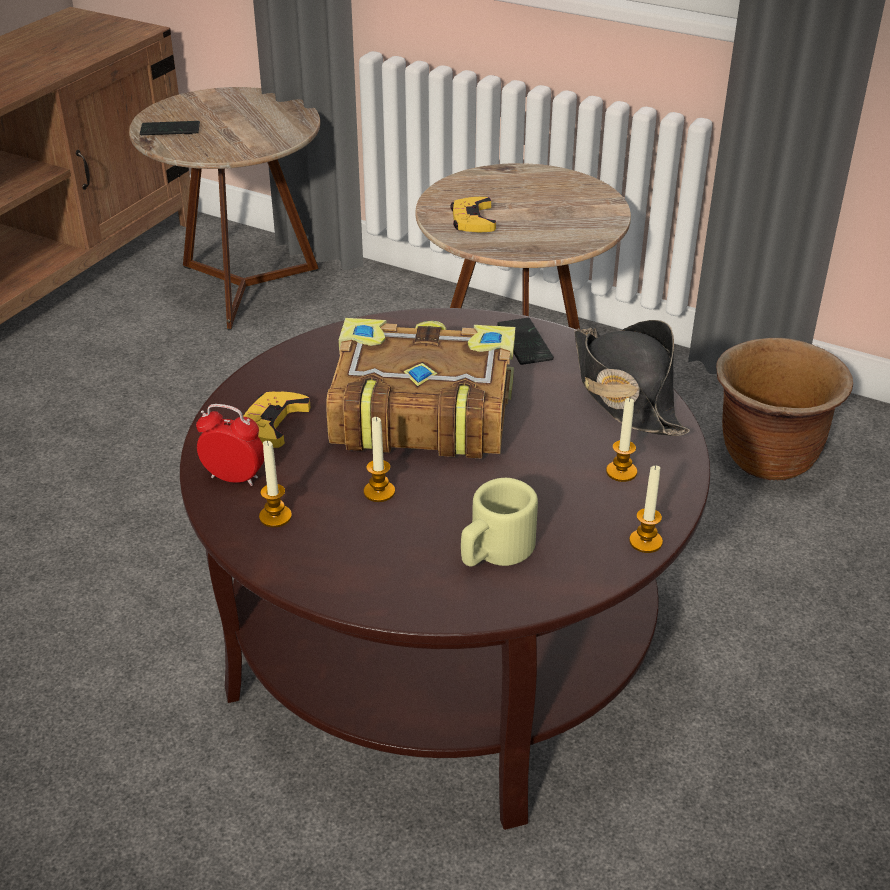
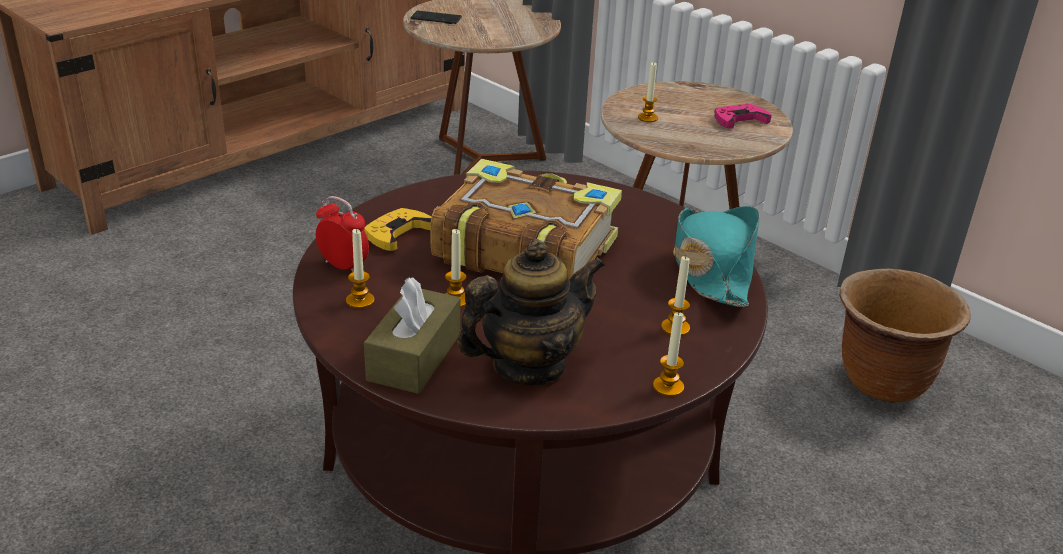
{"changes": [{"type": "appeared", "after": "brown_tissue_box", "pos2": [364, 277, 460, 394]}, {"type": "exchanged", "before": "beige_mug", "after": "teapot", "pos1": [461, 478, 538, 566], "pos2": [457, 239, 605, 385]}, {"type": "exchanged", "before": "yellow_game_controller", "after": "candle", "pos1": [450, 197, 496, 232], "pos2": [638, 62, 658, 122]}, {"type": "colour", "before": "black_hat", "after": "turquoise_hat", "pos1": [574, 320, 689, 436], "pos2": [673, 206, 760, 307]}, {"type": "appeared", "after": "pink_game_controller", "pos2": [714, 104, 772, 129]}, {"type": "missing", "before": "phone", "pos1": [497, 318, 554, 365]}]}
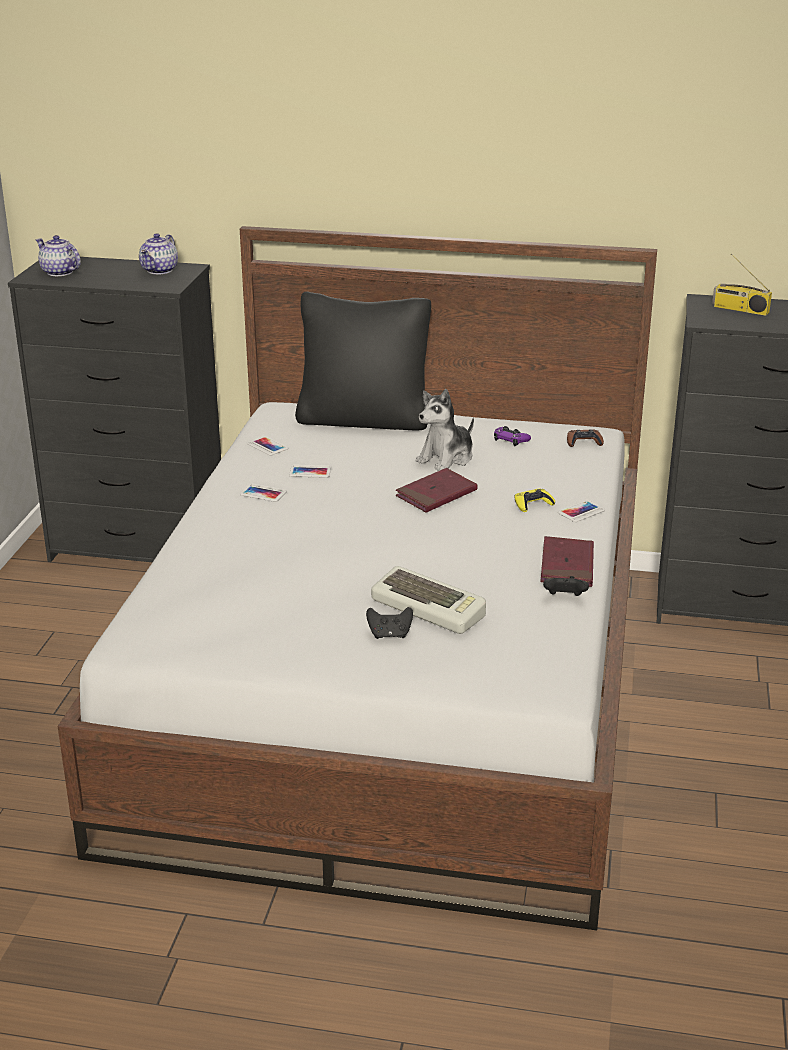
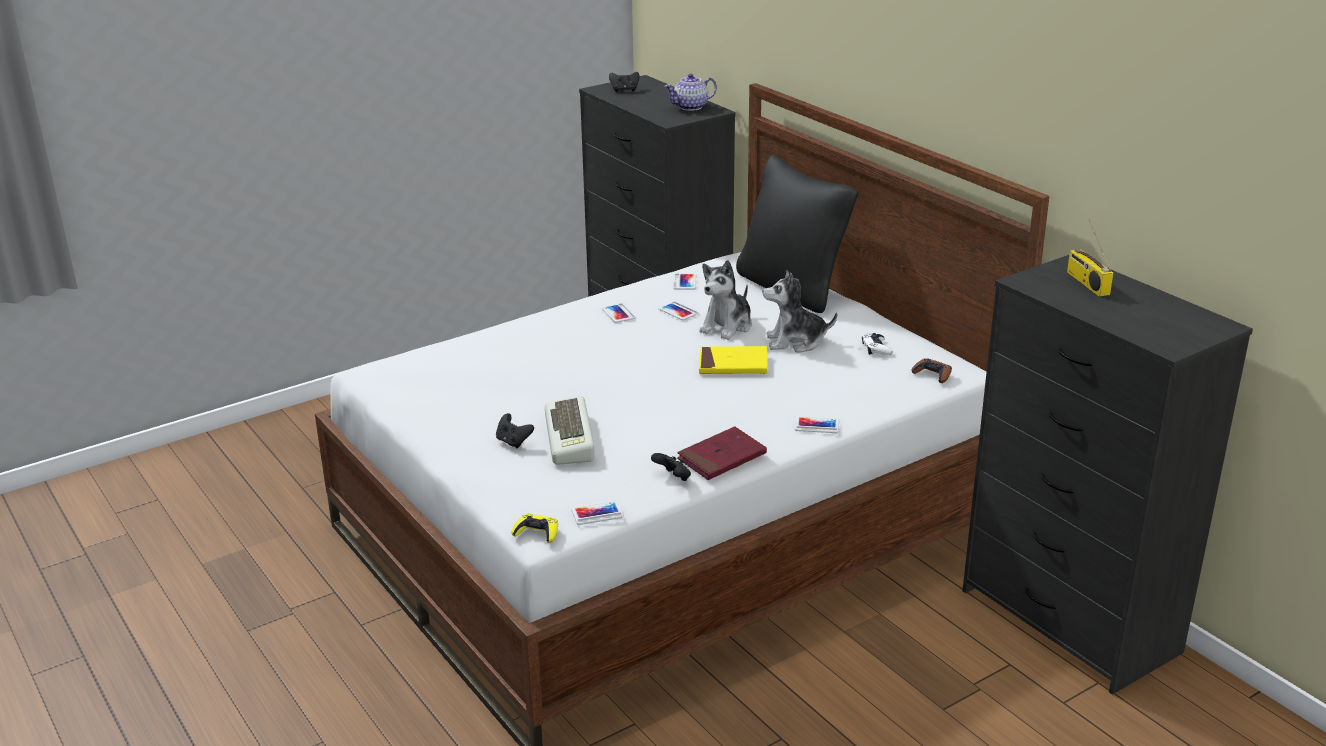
{"changes": [{"type": "relocated", "before": "yellow_game_controller", "pos1": [514, 488, 555, 512], "pos2": [511, 514, 558, 543]}, {"type": "appeared", "after": "phone", "pos2": [571, 501, 624, 525]}, {"type": "exchanged", "before": "teapot", "after": "black_game_controller", "pos1": [35, 235, 81, 276], "pos2": [609, 72, 639, 92]}, {"type": "appeared", "after": "plush_toy", "pos2": [699, 260, 752, 340]}, {"type": "colour", "before": "red_book", "after": "yellow_book", "pos1": [396, 468, 478, 513], "pos2": [699, 346, 767, 374]}, {"type": "colour", "before": "purple_game_controller", "after": "white_game_controller", "pos1": [494, 426, 531, 446], "pos2": [862, 333, 893, 355]}]}
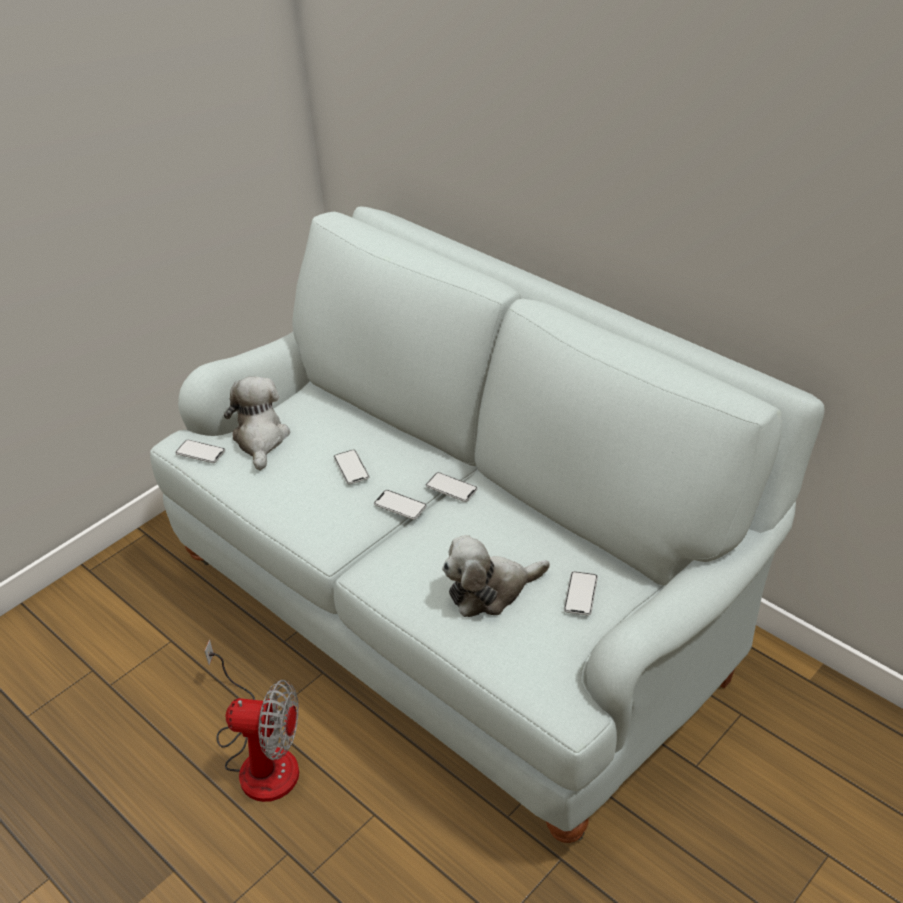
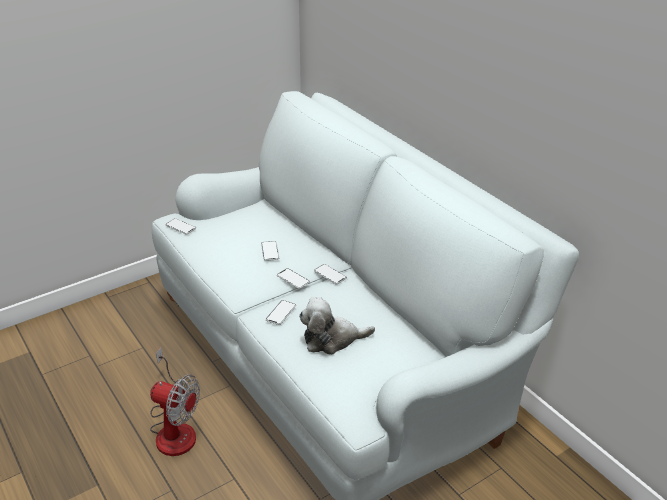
{"changes": [{"type": "relocated", "before": "phone", "pos1": [564, 571, 598, 615], "pos2": [266, 300, 296, 325]}, {"type": "missing", "before": "plush_toy", "pos1": [224, 376, 290, 471]}]}
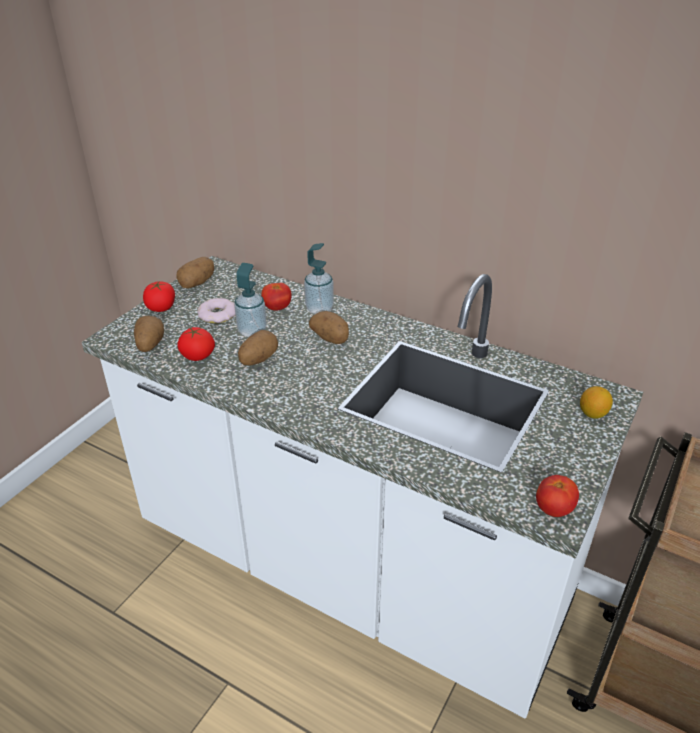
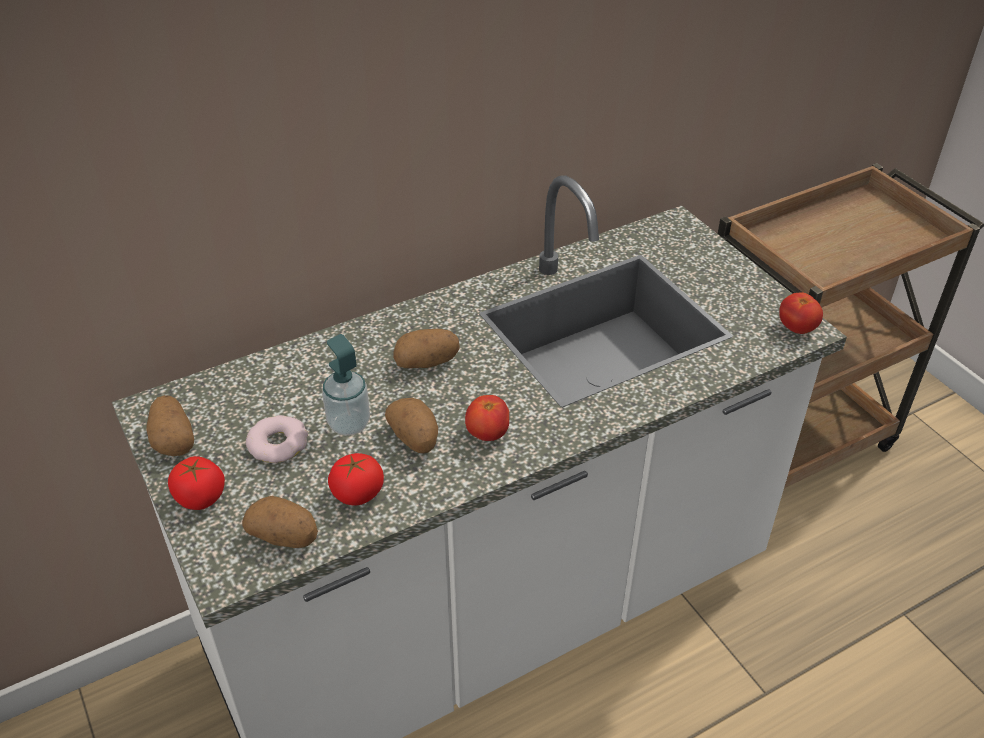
{"changes": [{"type": "relocated", "before": "tomato", "pos1": [261, 283, 292, 311], "pos2": [465, 395, 509, 441]}, {"type": "missing", "before": "soap_dispenser", "pos1": [304, 243, 334, 314]}, {"type": "missing", "before": "lemon", "pos1": [580, 386, 613, 419]}]}
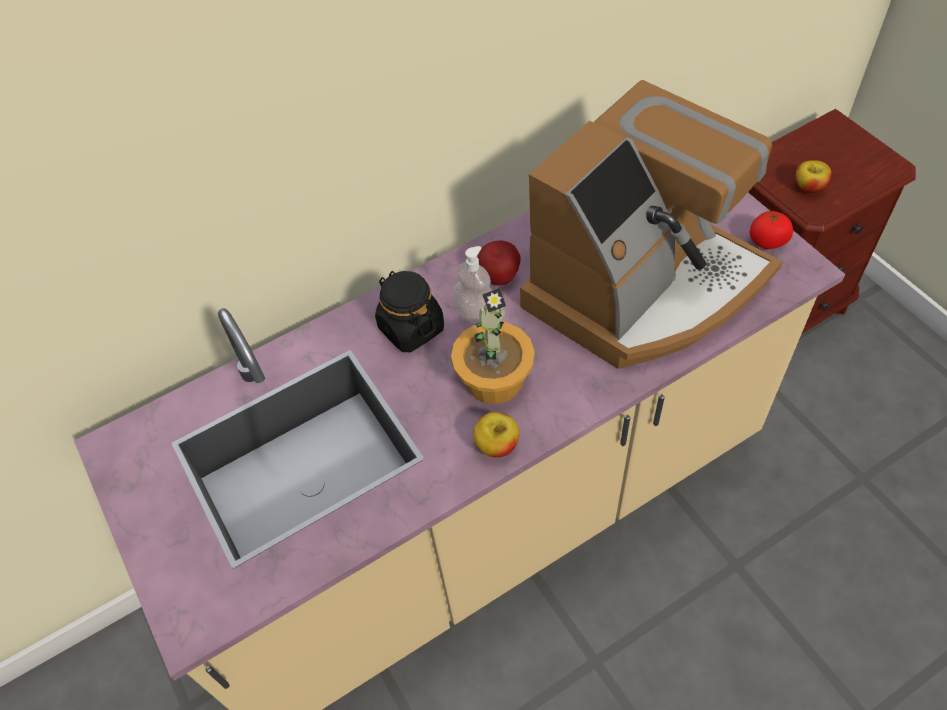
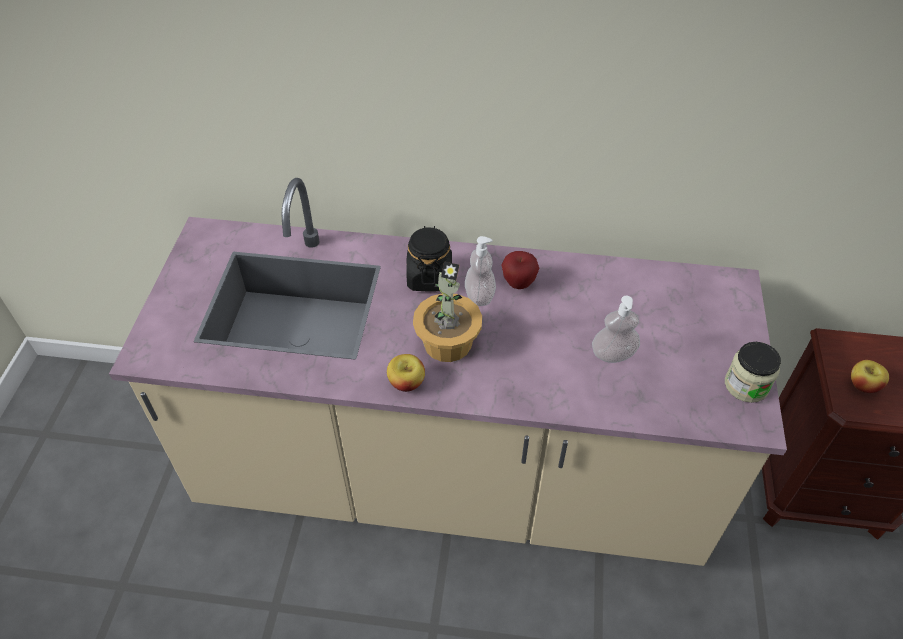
{"changes": [{"type": "exchanged", "before": "coffee_machine", "after": "soap_dispenser", "pos1": [520, 80, 783, 369], "pos2": [592, 296, 640, 363]}, {"type": "exchanged", "before": "tomato", "after": "jar", "pos1": [750, 210, 793, 249], "pos2": [725, 342, 781, 403]}]}
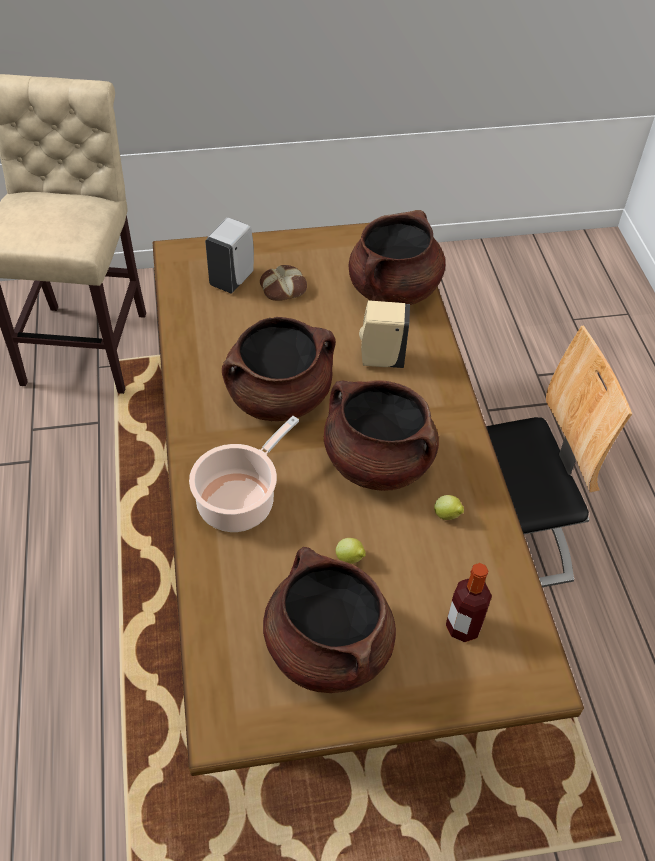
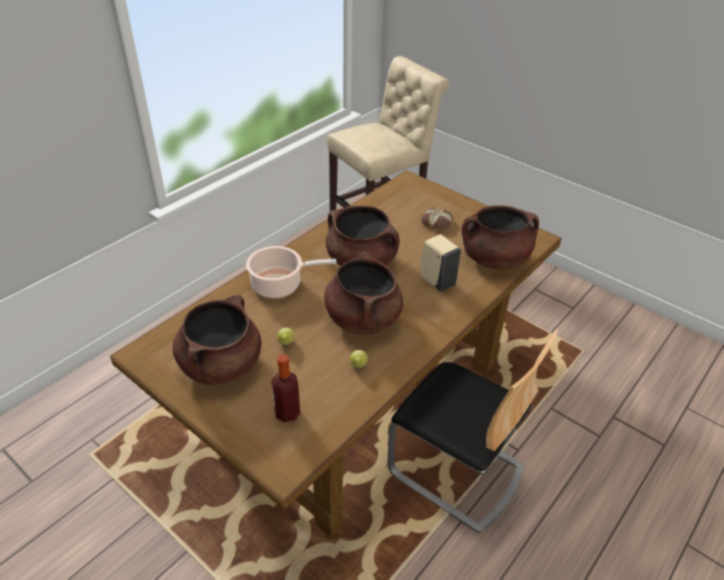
{"changes": [{"type": "missing", "before": "white_soap_dispenser", "pos1": [205, 218, 254, 293]}]}
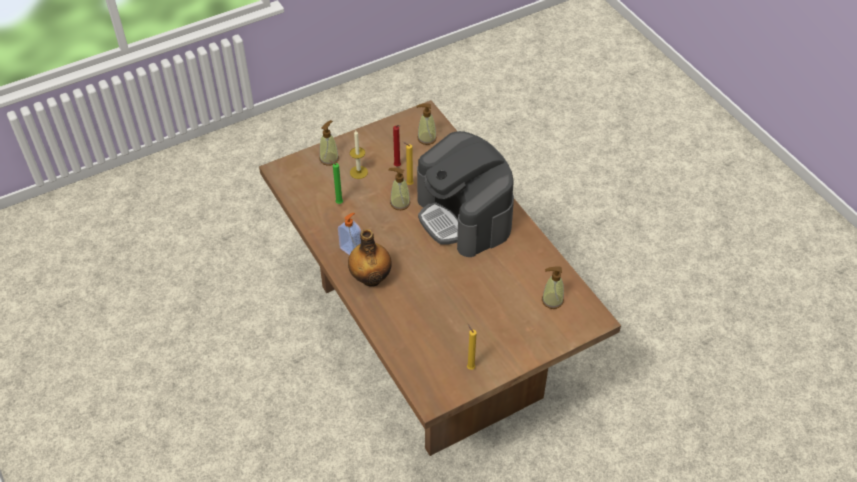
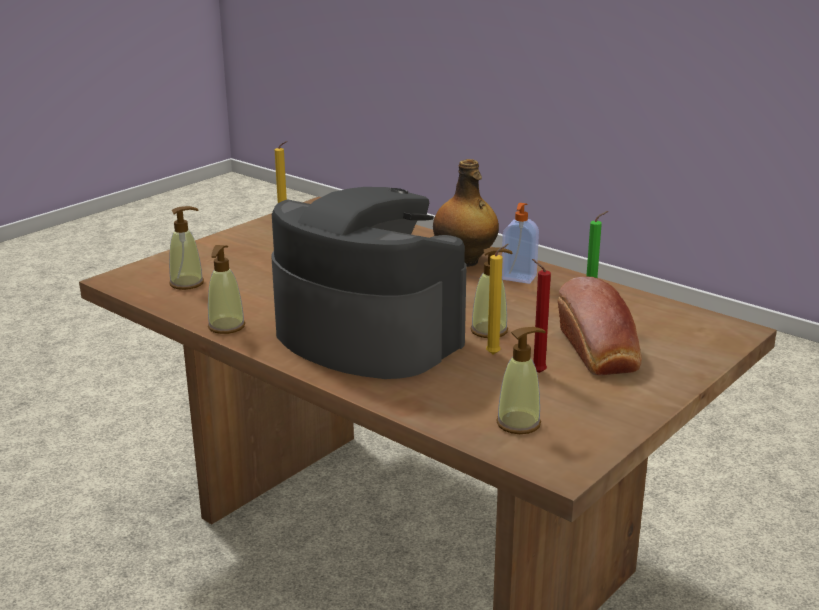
{"changes": [{"type": "relocated", "before": "soap_dispenser", "pos1": [320, 120, 339, 166], "pos2": [208, 245, 245, 334]}, {"type": "exchanged", "before": "candle", "after": "bread", "pos1": [350, 130, 368, 179], "pos2": [558, 277, 642, 376]}]}
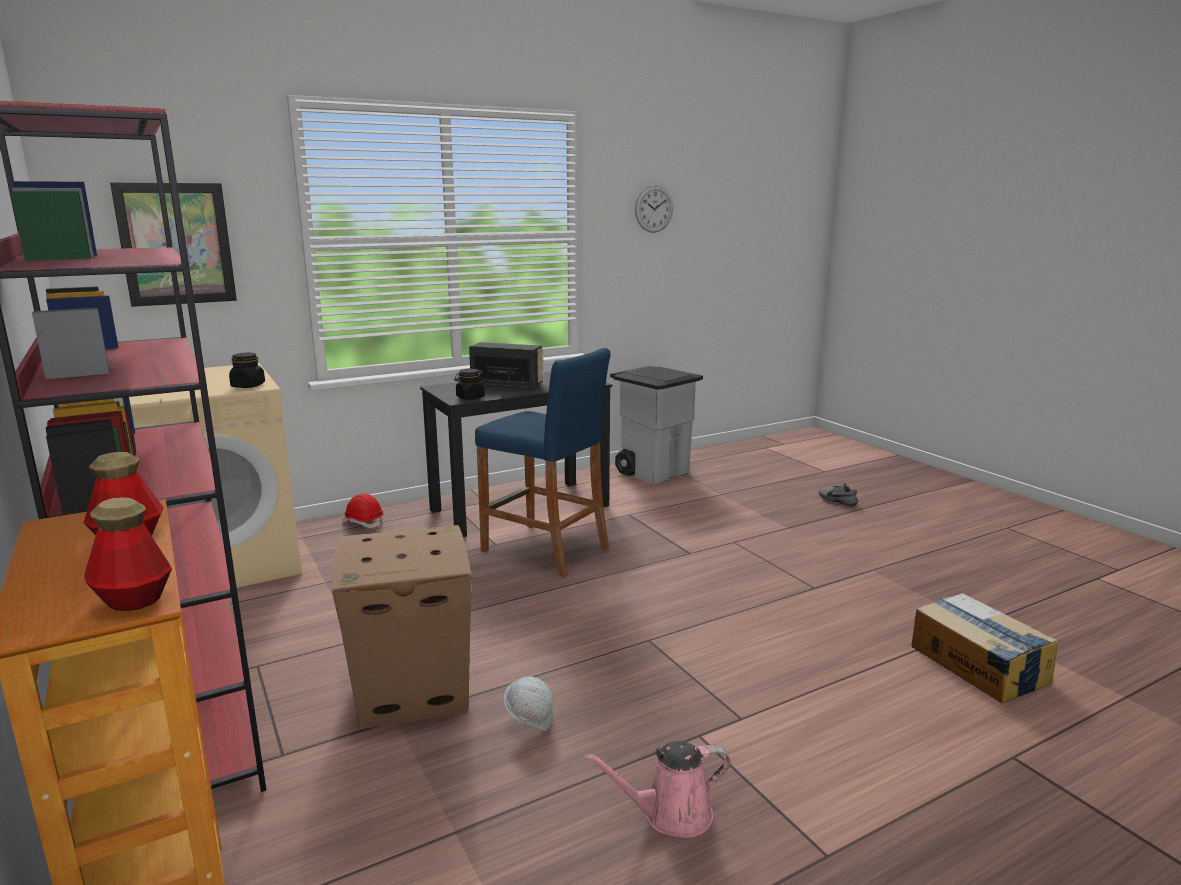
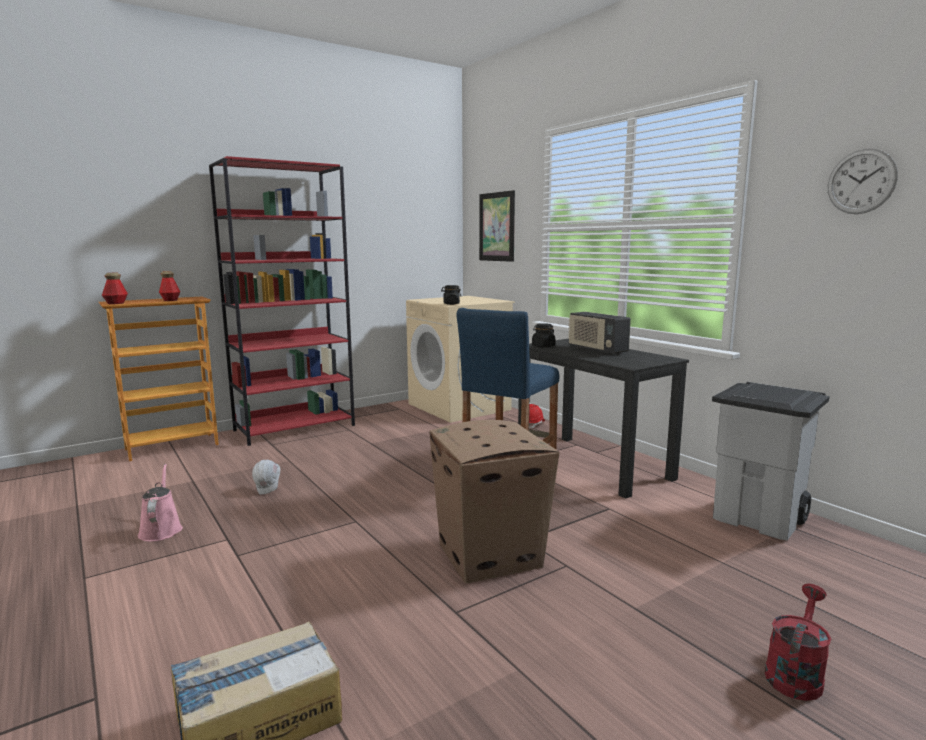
{"changes": [{"type": "relocated", "before": "cardboard_box", "pos1": [332, 525, 472, 729], "pos2": [430, 420, 560, 583]}, {"type": "spun", "before": "radio", "pos1": [469, 342, 544, 388], "pos2": [568, 312, 631, 354], "turn": 135}, {"type": "exchanged", "before": "grey_shoe", "after": "red_watering_can", "pos1": [819, 483, 858, 506], "pos2": [765, 584, 831, 701]}]}
